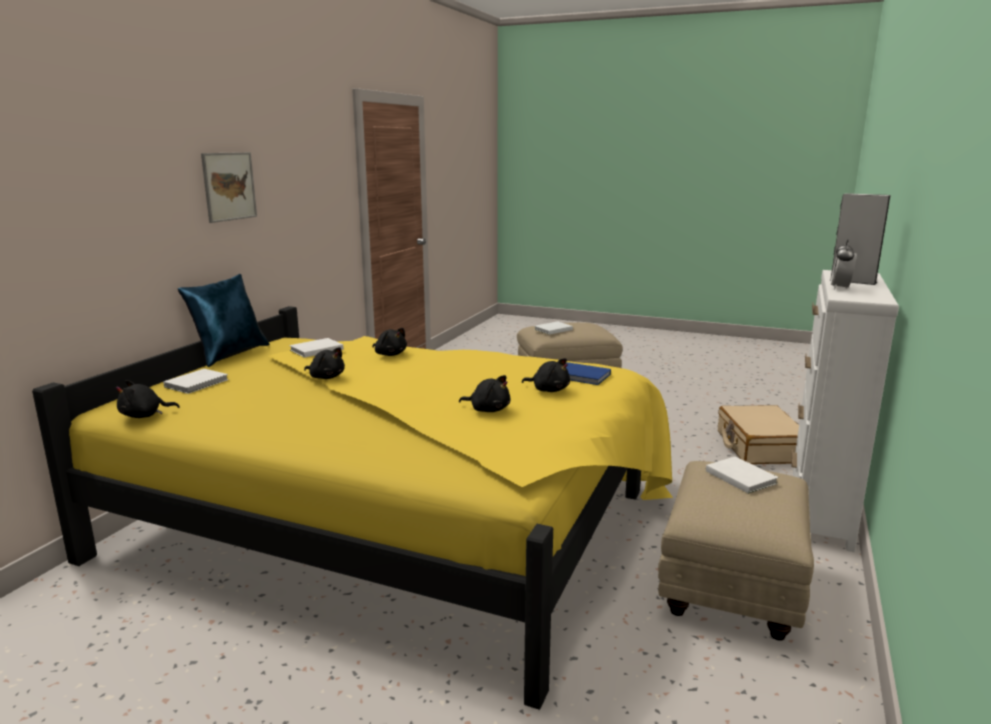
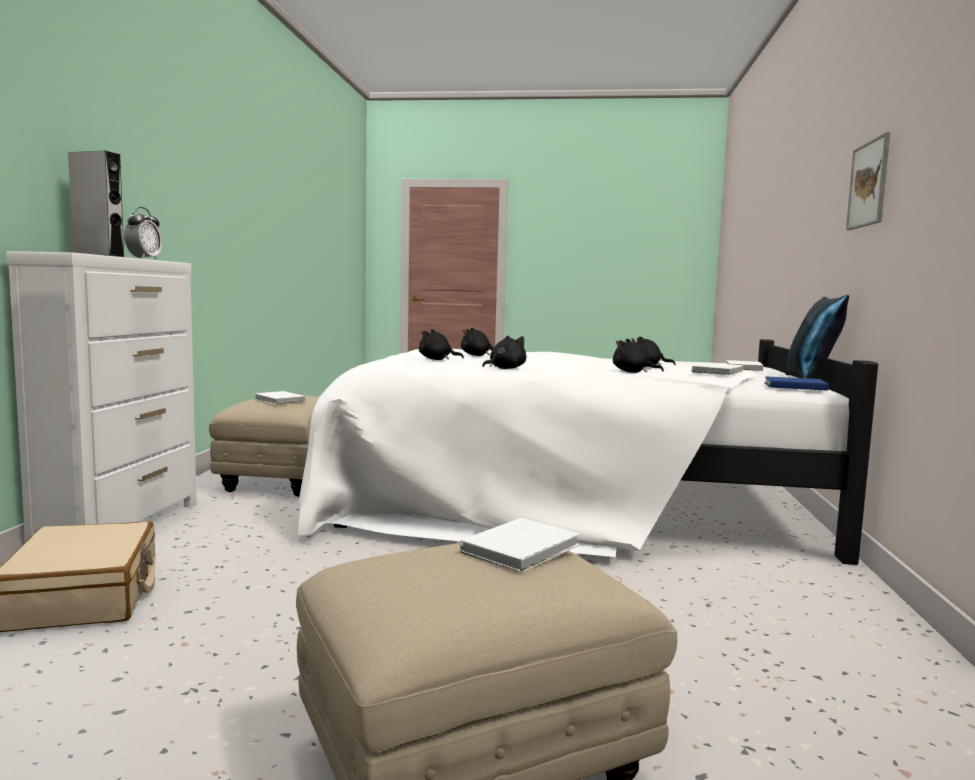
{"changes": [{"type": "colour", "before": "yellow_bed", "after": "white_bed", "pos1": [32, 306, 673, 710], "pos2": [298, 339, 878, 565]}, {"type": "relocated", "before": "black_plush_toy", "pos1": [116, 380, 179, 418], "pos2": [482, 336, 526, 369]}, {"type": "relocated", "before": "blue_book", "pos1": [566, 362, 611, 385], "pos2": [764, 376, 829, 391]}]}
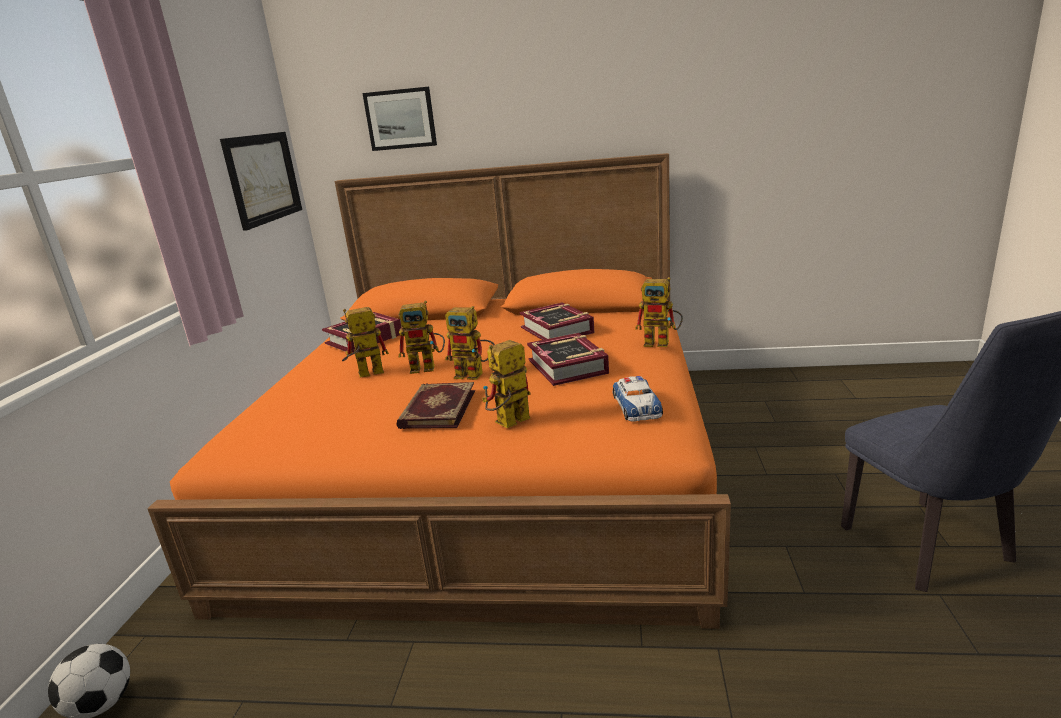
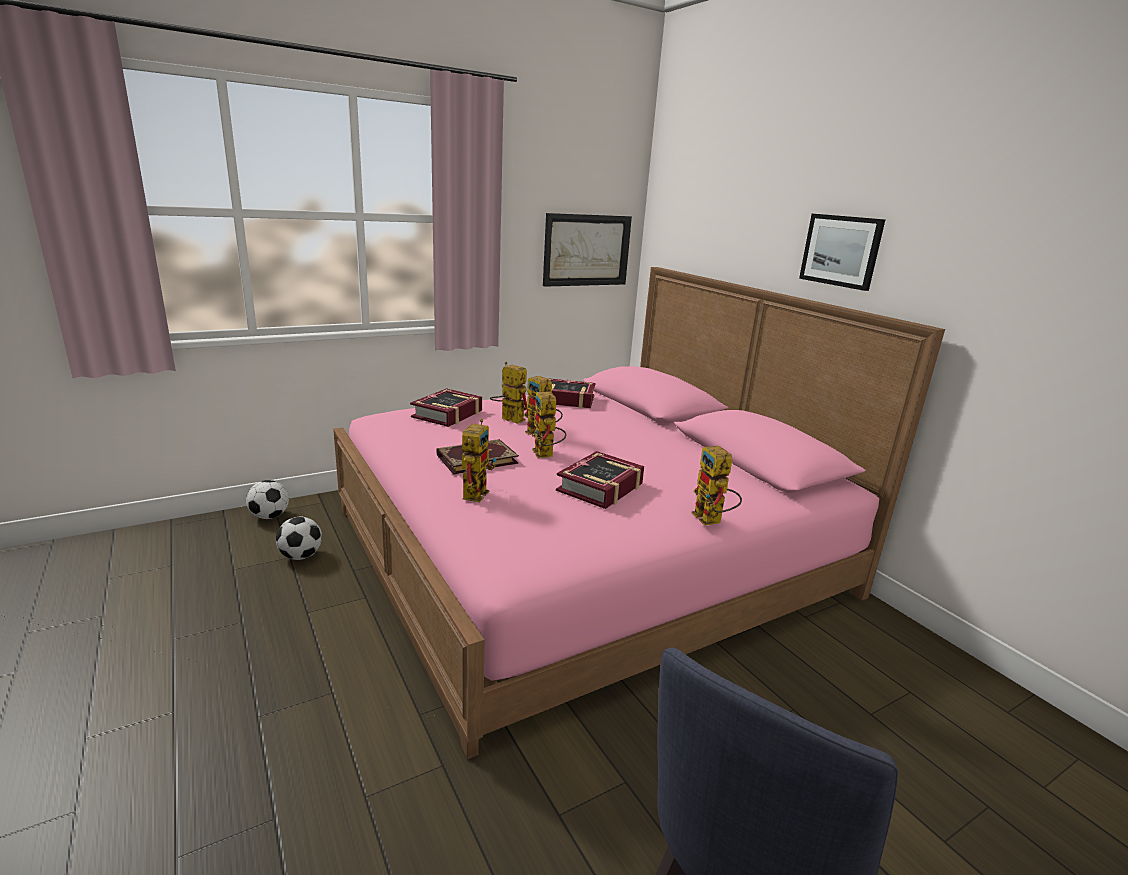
{"changes": [{"type": "appeared", "after": "football", "pos2": [276, 516, 322, 560]}, {"type": "colour", "before": "orange_bed", "after": "pink_bed", "pos1": [147, 153, 731, 629], "pos2": [333, 267, 945, 759]}, {"type": "relocated", "before": "book", "pos1": [519, 302, 594, 340], "pos2": [410, 388, 482, 427]}, {"type": "spun", "before": "toy_robot", "pos1": [482, 340, 530, 428], "pos2": [462, 419, 496, 502], "turn": 90}, {"type": "relocated", "before": "picture", "pos1": [362, 87, 437, 151], "pos2": [799, 214, 886, 291]}, {"type": "missing", "before": "toy_car", "pos1": [612, 376, 663, 422]}]}
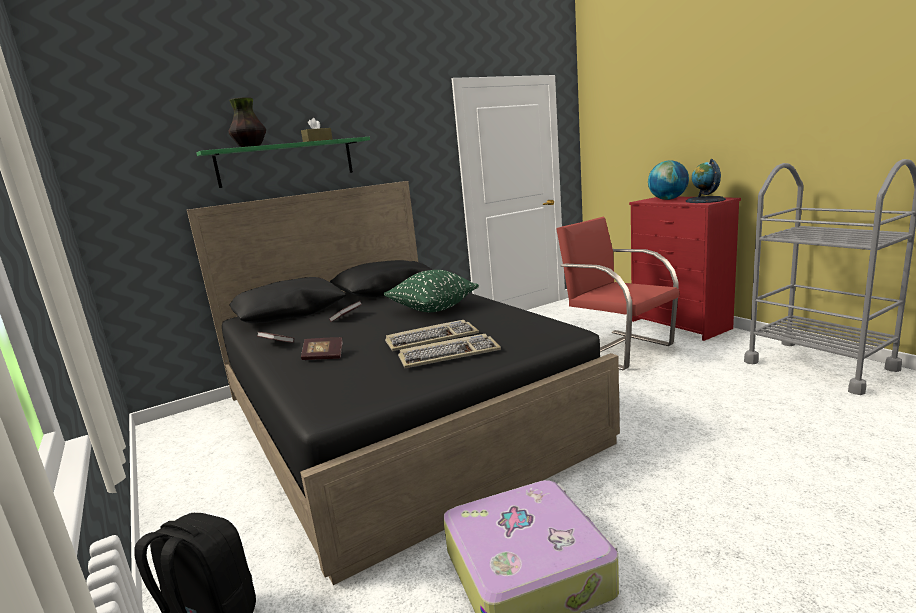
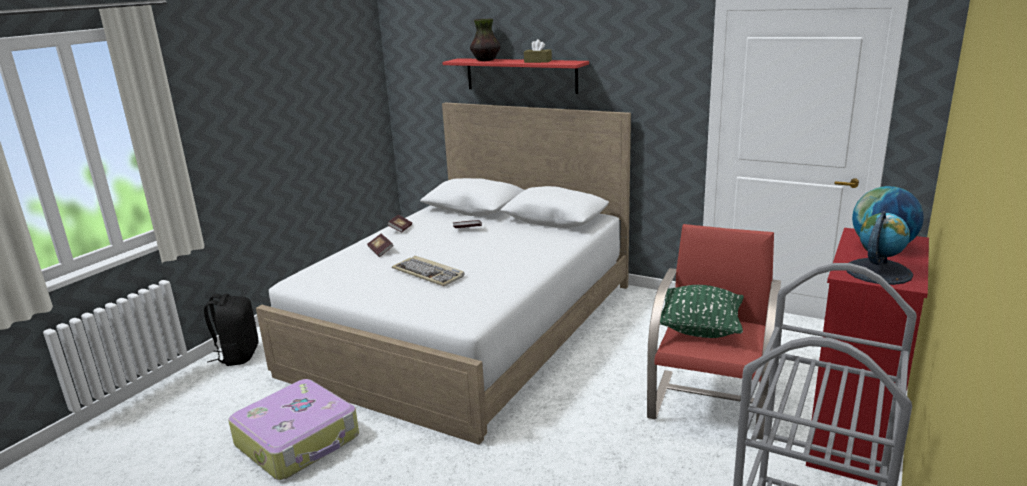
{"changes": [{"type": "colour", "before": "black_bed", "after": "white_bed", "pos1": [187, 181, 620, 585], "pos2": [256, 103, 631, 445]}, {"type": "colour", "before": "green_shelf", "after": "red_shelf", "pos1": [196, 137, 370, 188], "pos2": [442, 58, 589, 94]}, {"type": "relocated", "before": "green_pillow", "pos1": [384, 270, 479, 312], "pos2": [660, 285, 744, 338]}, {"type": "missing", "before": "keyboard", "pos1": [398, 334, 501, 368]}]}
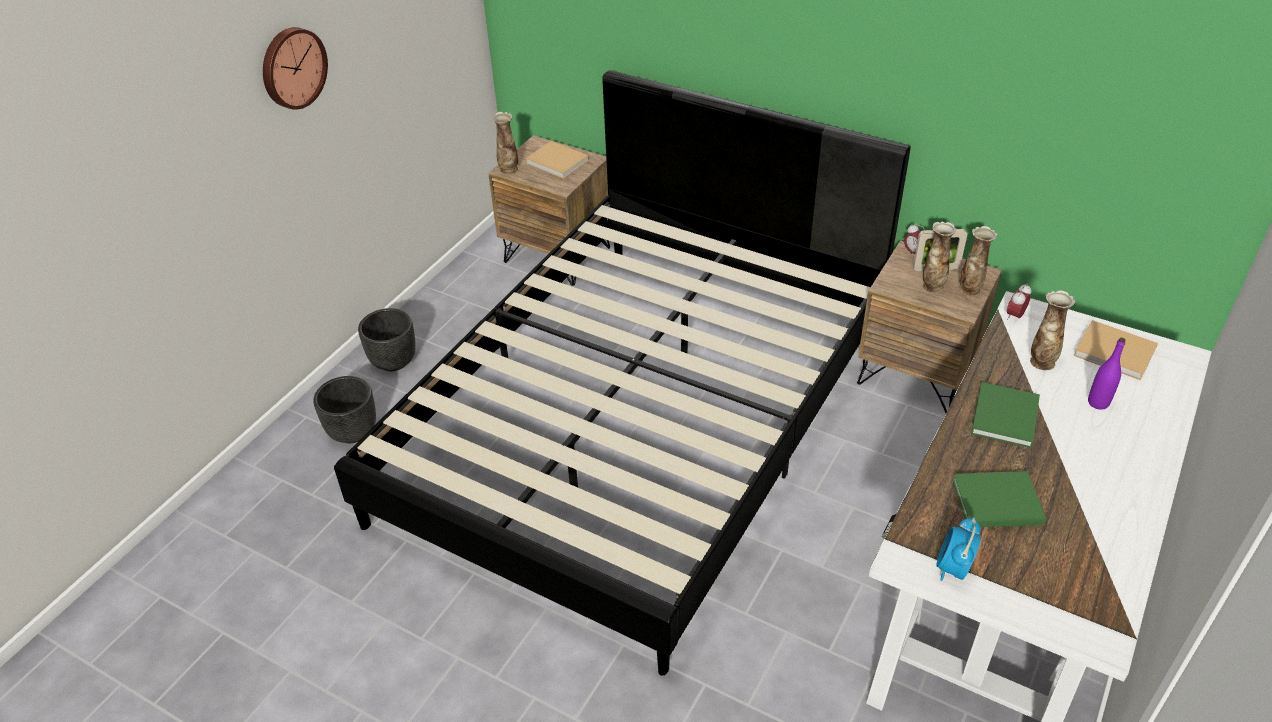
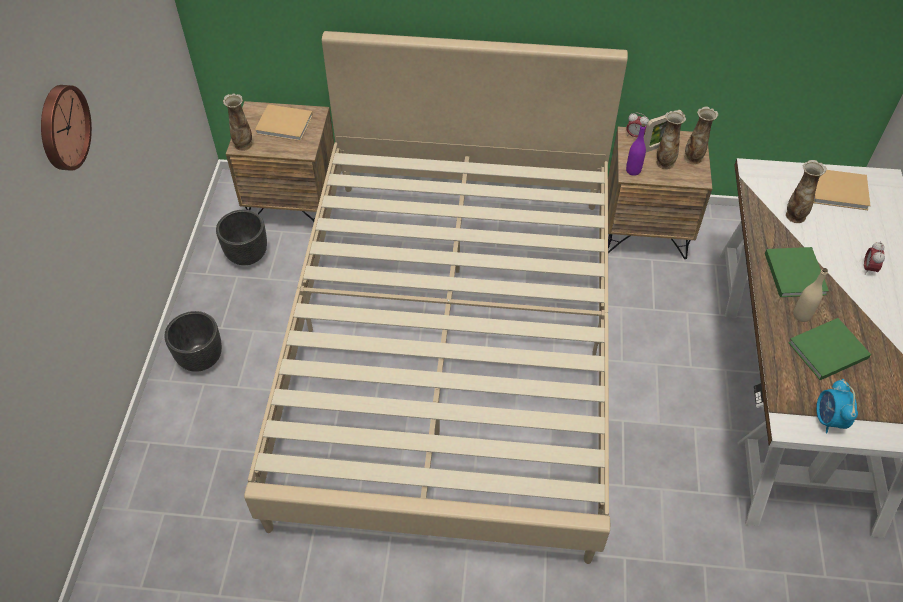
{"changes": [{"type": "relocated", "before": "black_planter", "pos1": [313, 376, 376, 443], "pos2": [216, 210, 267, 265]}, {"type": "colour", "before": "black_bed", "after": "beige_bed", "pos1": [334, 70, 911, 676], "pos2": [244, 31, 628, 564]}, {"type": "relocated", "before": "purple_bottle", "pos1": [1088, 338, 1125, 410], "pos2": [626, 124, 646, 176]}, {"type": "appeared", "after": "beige_bottle", "pos2": [793, 268, 828, 322]}, {"type": "relocated", "before": "alarm_clock", "pos1": [1007, 284, 1032, 320], "pos2": [864, 241, 885, 275]}]}
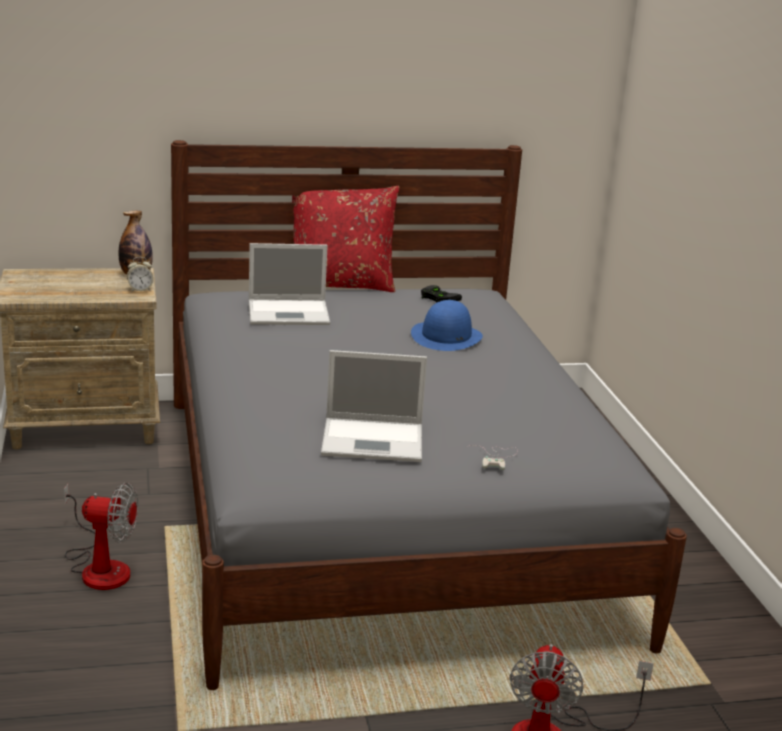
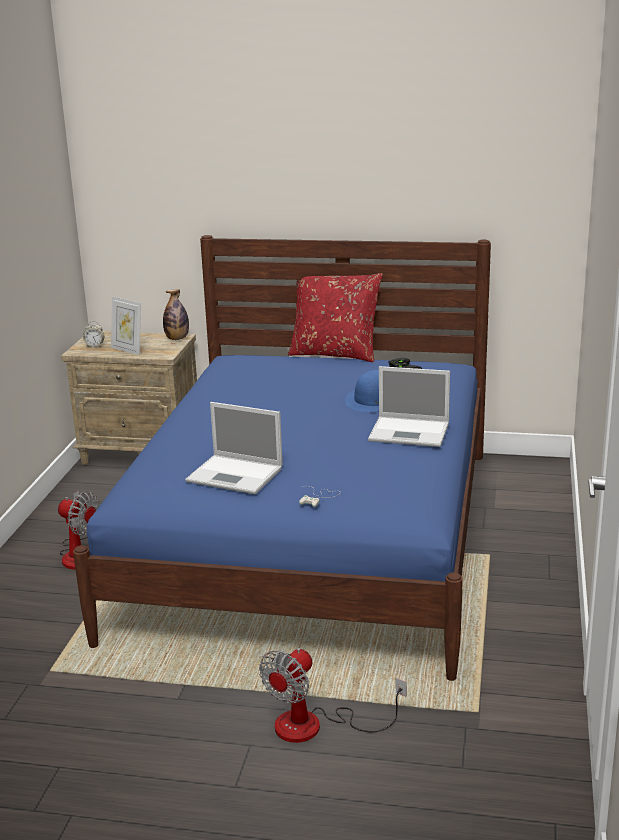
{"changes": [{"type": "colour", "before": "grey_bed", "after": "blue_bed", "pos1": [171, 140, 687, 690], "pos2": [73, 235, 491, 681]}, {"type": "relocated", "before": "alarm_clock", "pos1": [127, 257, 154, 291], "pos2": [83, 321, 104, 347]}, {"type": "appeared", "after": "picture_frame", "pos2": [111, 296, 141, 355]}, {"type": "relocated", "before": "laptop", "pos1": [249, 243, 330, 325], "pos2": [368, 366, 450, 447]}]}
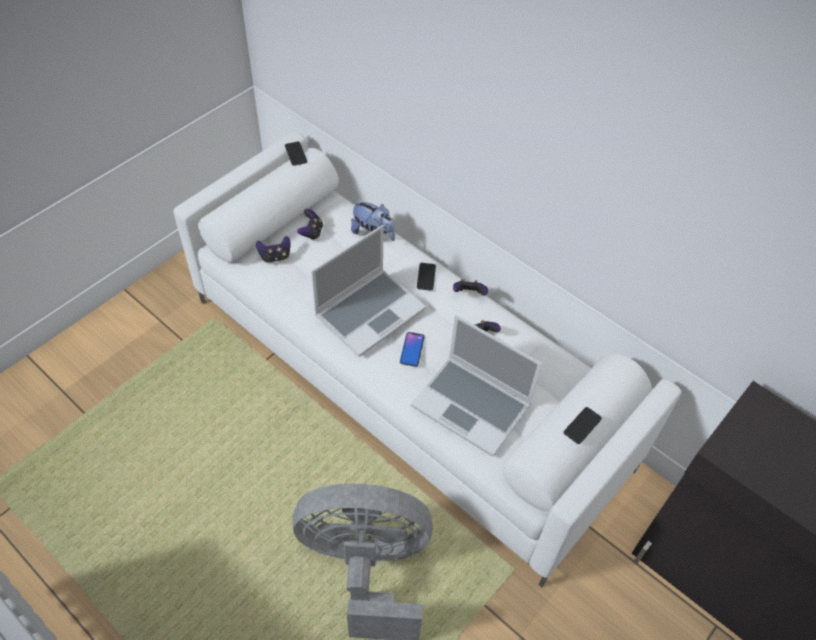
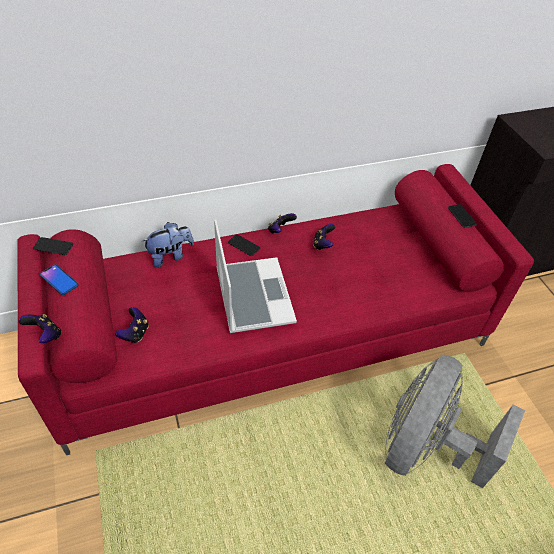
{"changes": [{"type": "colour", "before": "white_sofa", "after": "red_sofa", "pos1": [173, 132, 682, 587], "pos2": [17, 164, 534, 455]}, {"type": "relocated", "before": "game_controller", "pos1": [297, 209, 323, 240], "pos2": [18, 314, 62, 343]}, {"type": "relocated", "before": "phone", "pos1": [400, 332, 425, 367], "pos2": [40, 264, 79, 295]}, {"type": "missing", "before": "laptop", "pos1": [411, 315, 542, 457]}]}
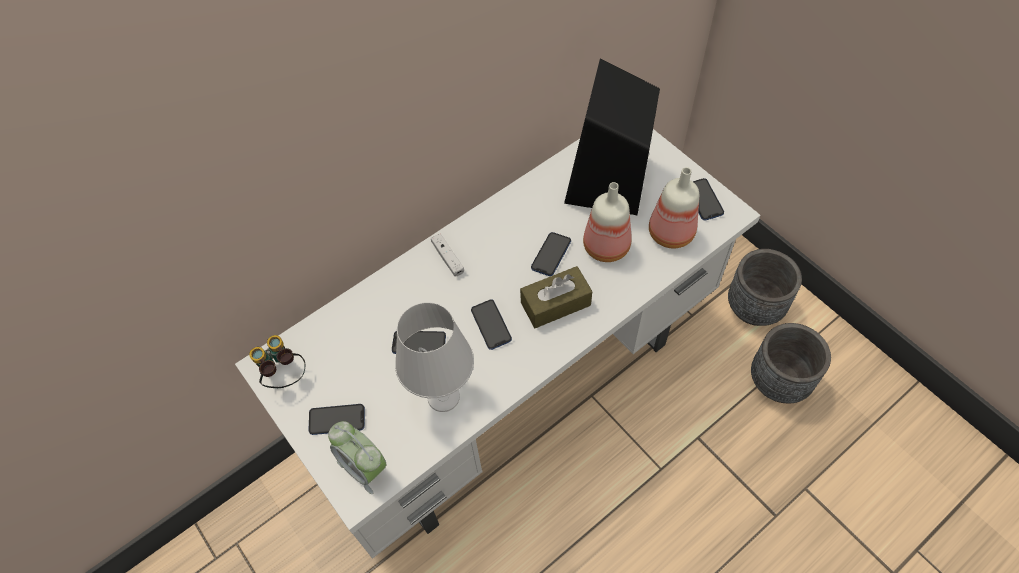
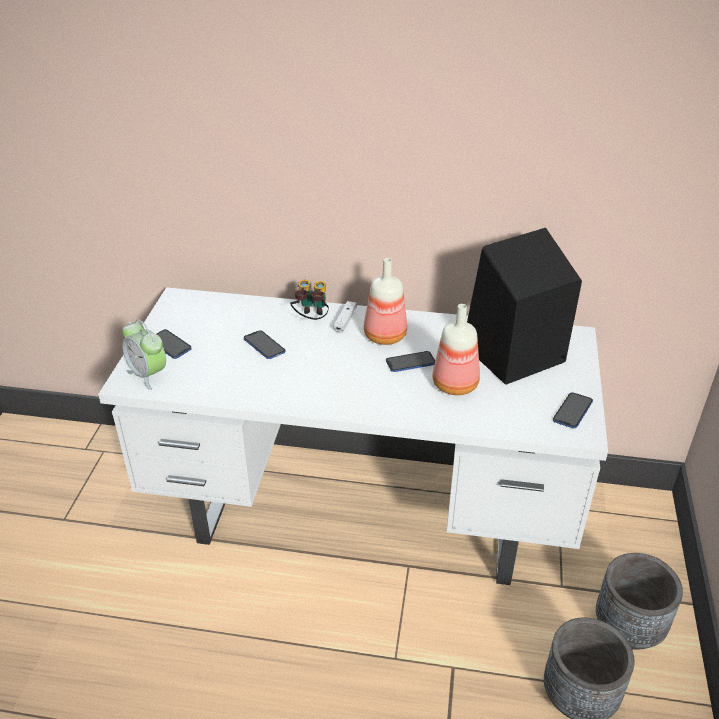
{"changes": [{"type": "spun", "before": "alarm_clock", "pos1": [328, 421, 386, 494], "pos2": [122, 320, 166, 390], "turn": -45}, {"type": "relocated", "before": "binoculars", "pos1": [249, 335, 306, 388], "pos2": [290, 280, 329, 320]}, {"type": "relocated", "before": "bottle", "pos1": [649, 167, 699, 249], "pos2": [364, 258, 407, 345]}, {"type": "missing", "before": "white_table_lamp", "pos1": [395, 302, 474, 412]}, {"type": "missing", "before": "phone", "pos1": [471, 299, 512, 350]}, {"type": "missing", "before": "brown_tissue_box", "pos1": [520, 266, 592, 328]}]}
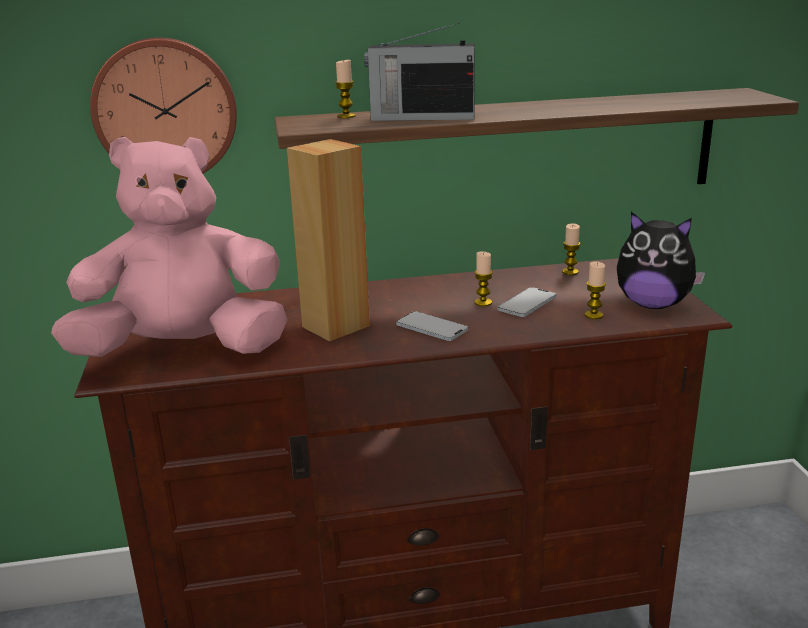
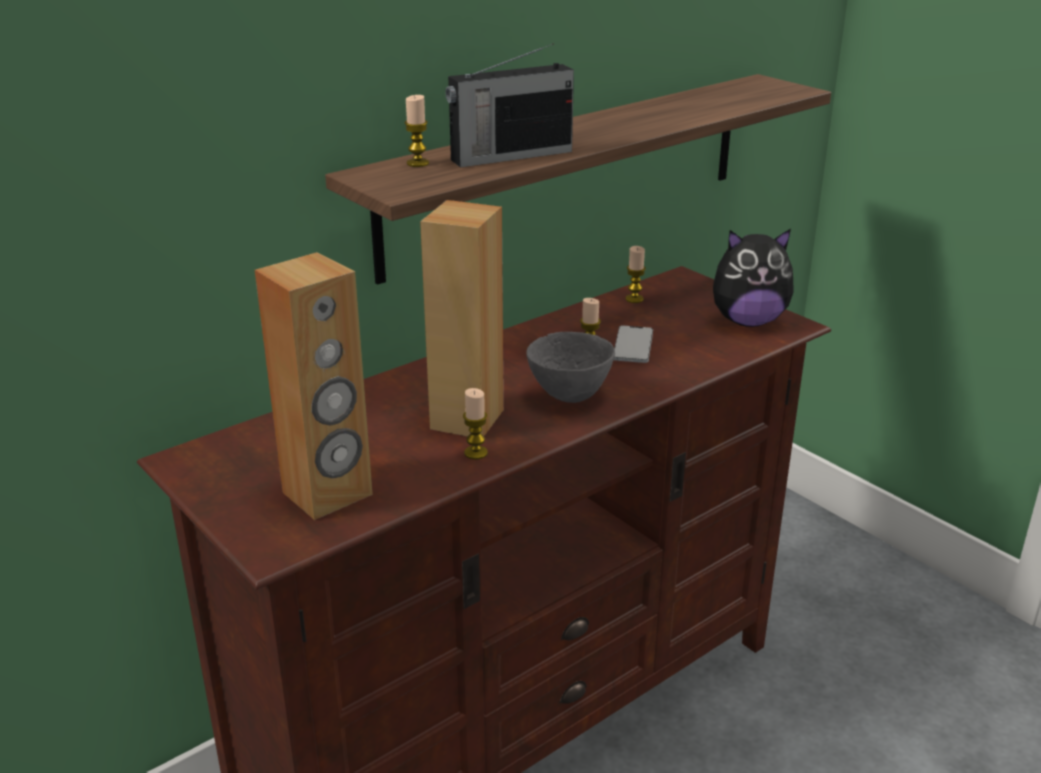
{"changes": [{"type": "exchanged", "before": "pink_plush_toy", "after": "brown_speaker", "pos1": [51, 137, 287, 357], "pos2": [255, 252, 373, 520]}, {"type": "relocated", "before": "candle", "pos1": [585, 261, 606, 319], "pos2": [463, 388, 488, 460]}, {"type": "exchanged", "before": "phone", "after": "grey_bowl", "pos1": [396, 311, 468, 341], "pos2": [526, 332, 615, 403]}, {"type": "missing", "before": "wall_clock", "pos1": [90, 37, 237, 173]}]}
